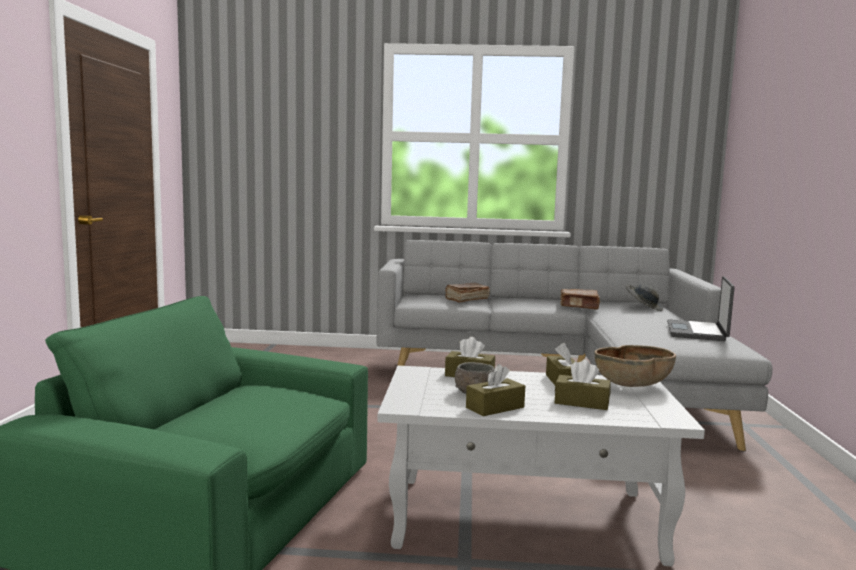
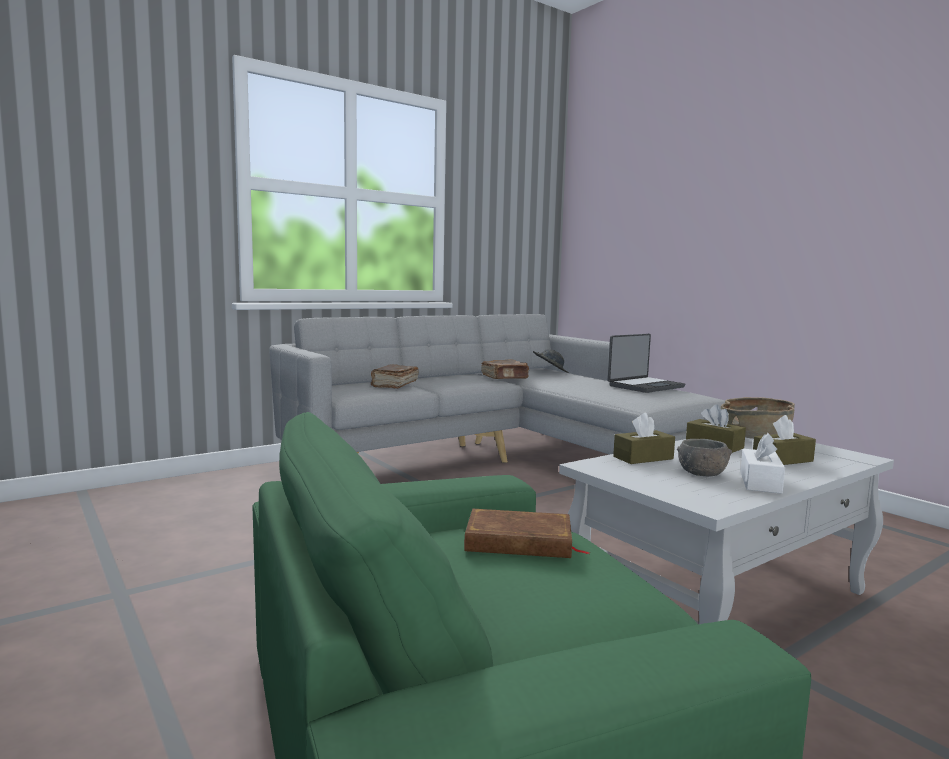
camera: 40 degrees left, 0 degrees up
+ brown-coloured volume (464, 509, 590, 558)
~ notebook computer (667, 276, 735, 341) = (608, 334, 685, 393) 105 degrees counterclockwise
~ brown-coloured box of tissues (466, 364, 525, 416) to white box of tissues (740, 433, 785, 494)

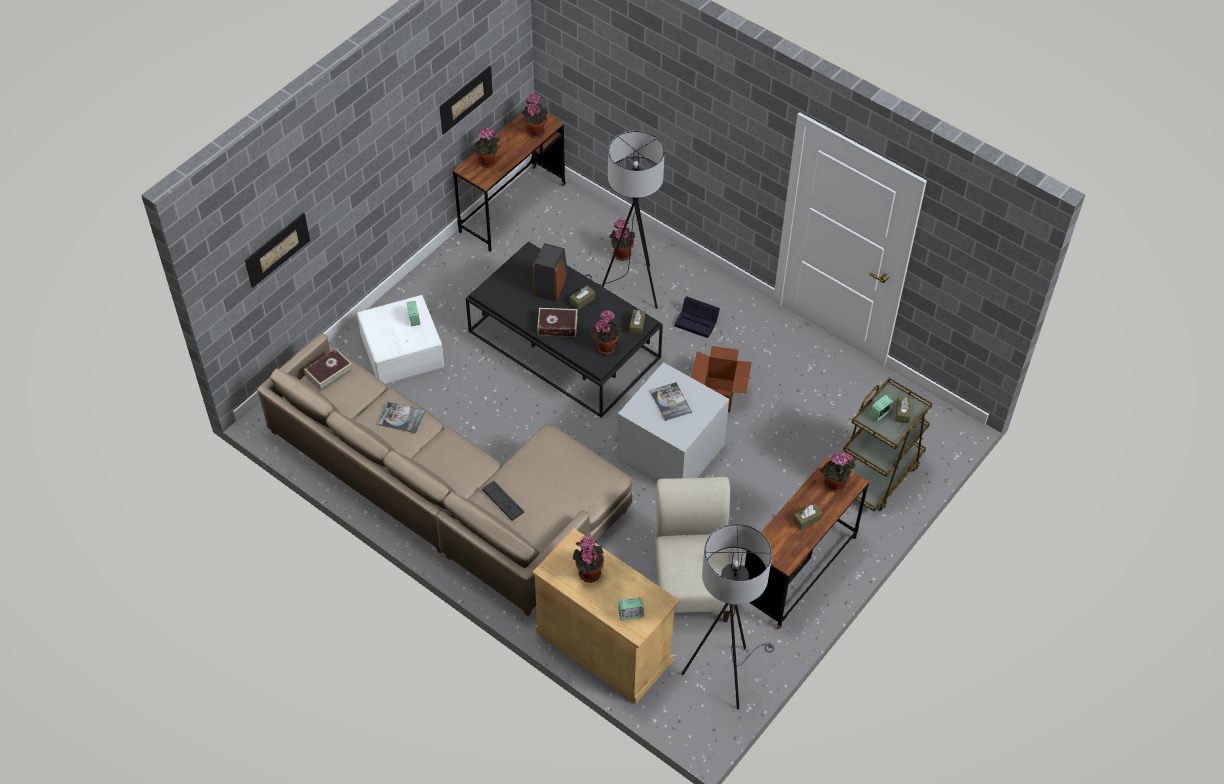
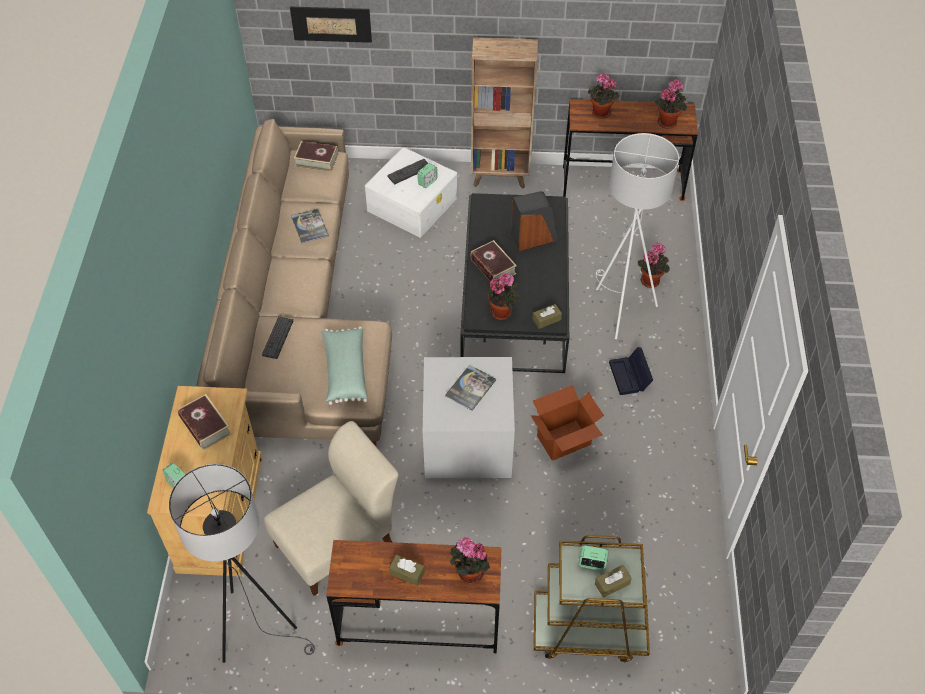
camera: 55 degrees right, 0 degrees up
~ potted plant (573, 535, 604, 583) to volume (177, 394, 232, 450)
+ green-coloured throw pillow (321, 327, 368, 405)
+ PC keyboard (387, 159, 428, 184)
+ brown-coloured shelving unit (471, 37, 538, 189)
~ black standing lamp (585, 131, 665, 309) to white standing lamp (596, 133, 679, 339)
- wall art (439, 66, 493, 135)
- brown-coloured box of tissues (570, 285, 595, 310)

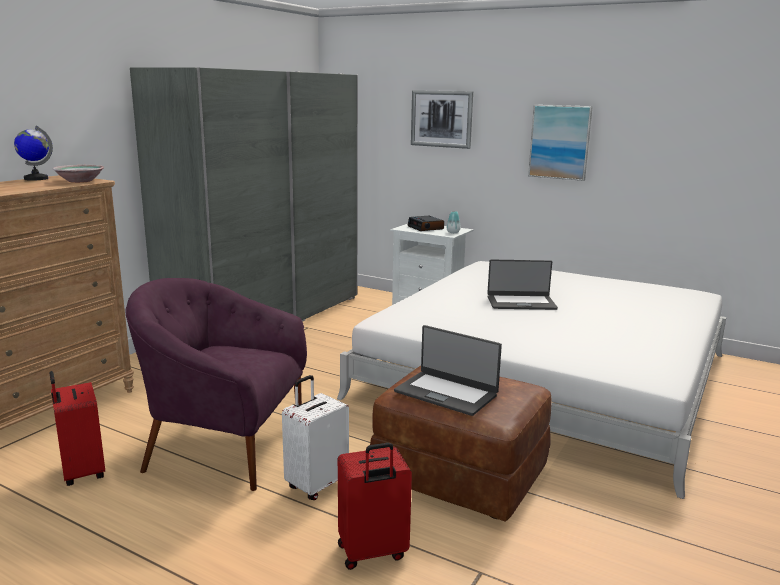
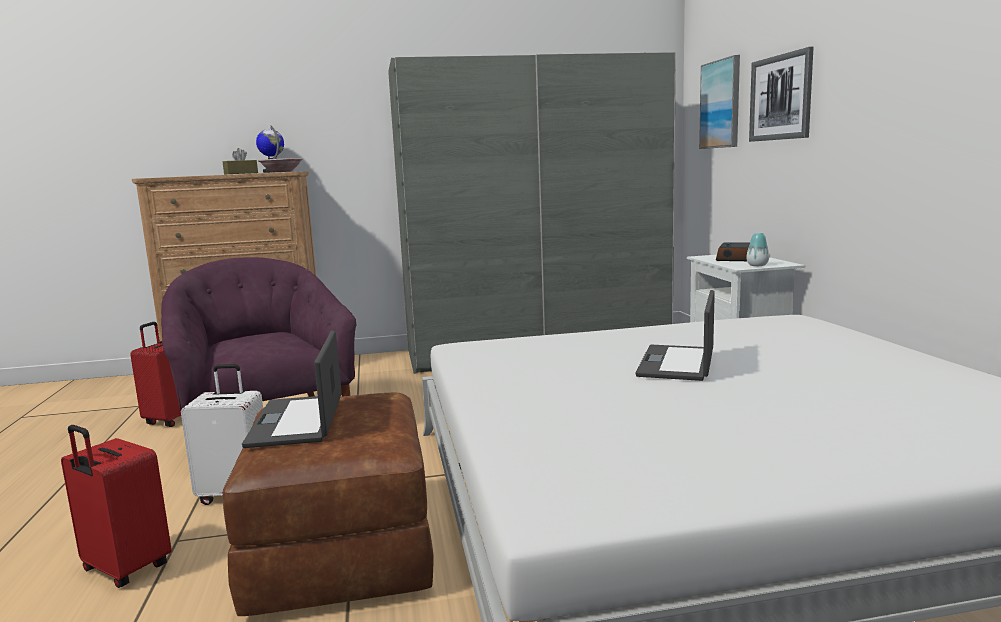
camera: 50 degrees right, 5 degrees down
+ brown-coloured box of tissues (223, 148, 258, 174)
~ notebook computer (487, 260, 558, 310) = (636, 290, 715, 381) 60 degrees clockwise
~ wall art (528, 105, 593, 181) to (699, 55, 740, 149)

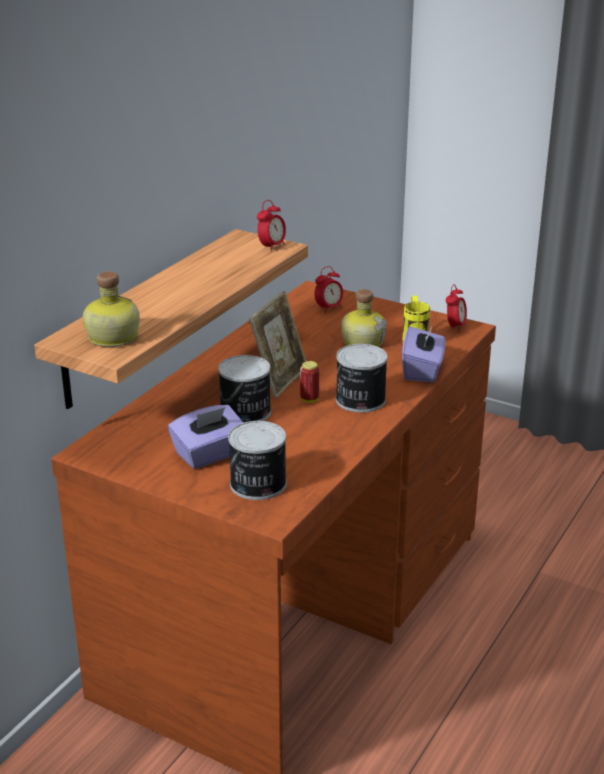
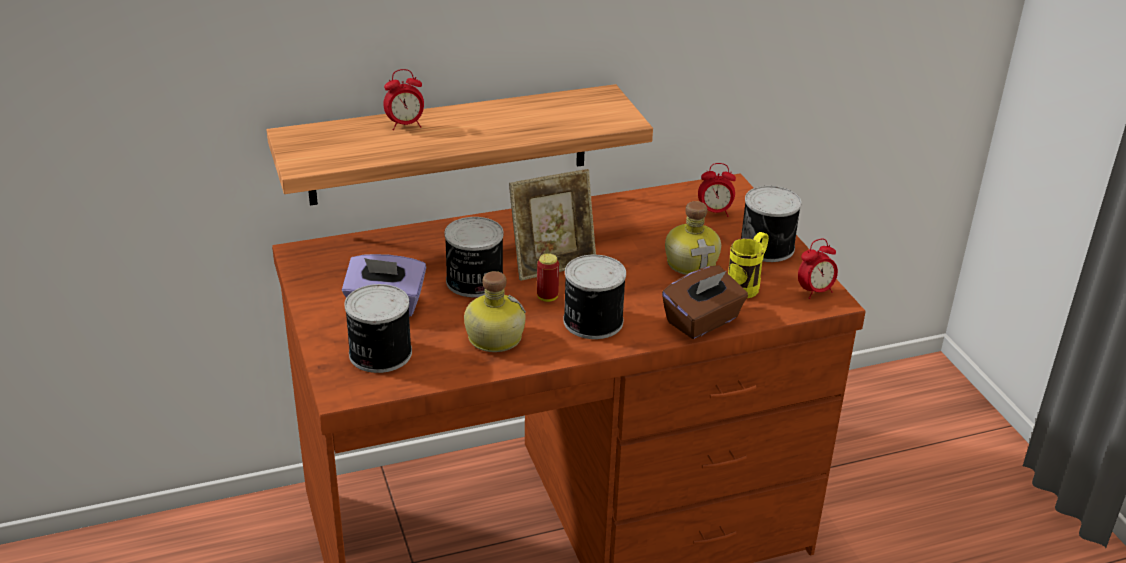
camera: 40 degrees right, 5 degrees up
~ alarm clock (257, 200, 286, 252) to (383, 69, 424, 130)
~ beverage bottle (83, 272, 140, 347) to (464, 271, 526, 352)
~ purplish box of tissues (402, 323, 445, 382) to brown-coloured box of tissues (662, 266, 748, 339)
+ metal can (741, 186, 802, 262)

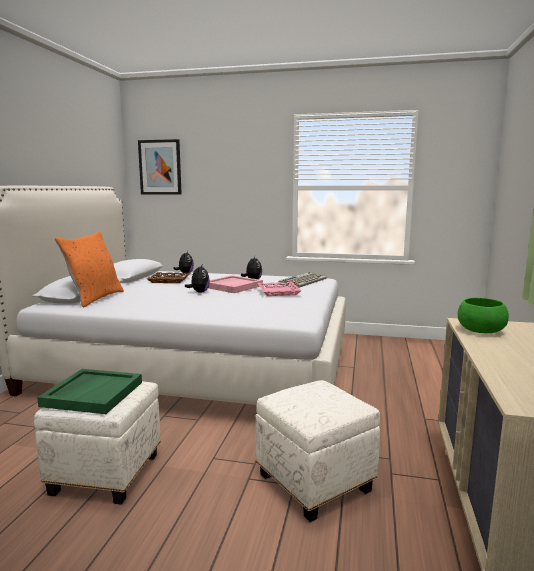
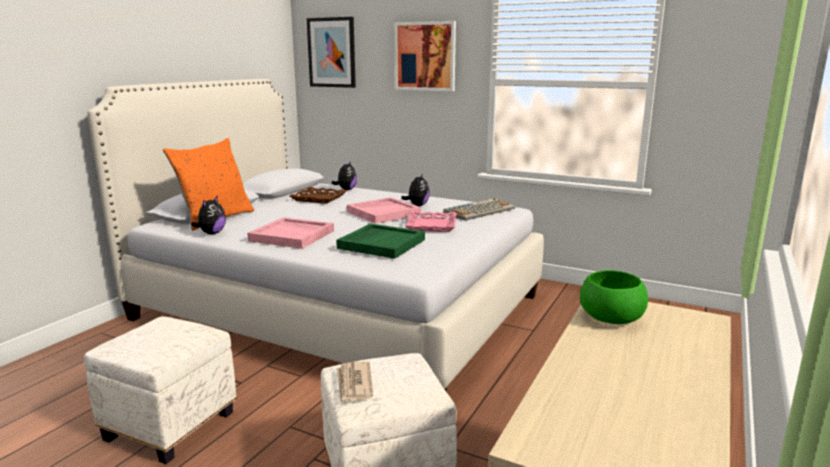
camera: 15 degrees right, 5 degrees up
~ cuddly toy (185, 265, 210, 293) to (191, 196, 226, 234)
+ pink serving tray (247, 217, 334, 249)
~ green-coloured serving tray (37, 369, 142, 414) to (336, 223, 425, 259)
+ printed paper (336, 361, 373, 404)
+ wall art (394, 21, 456, 91)

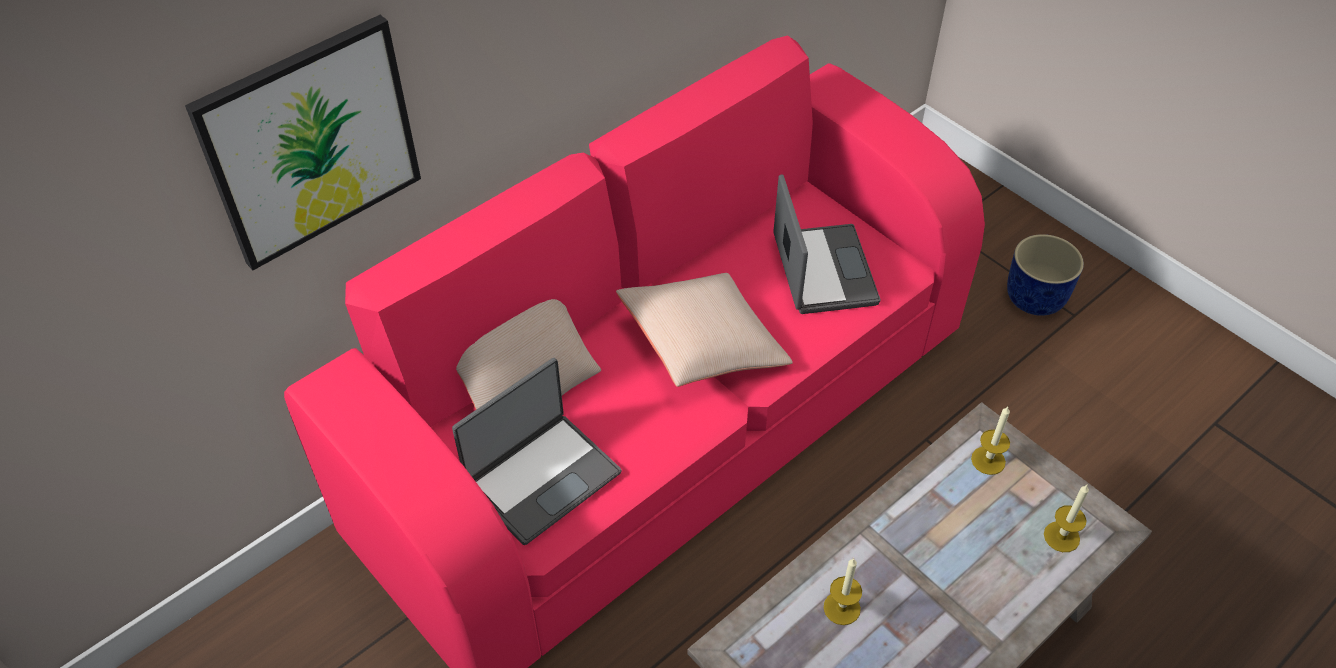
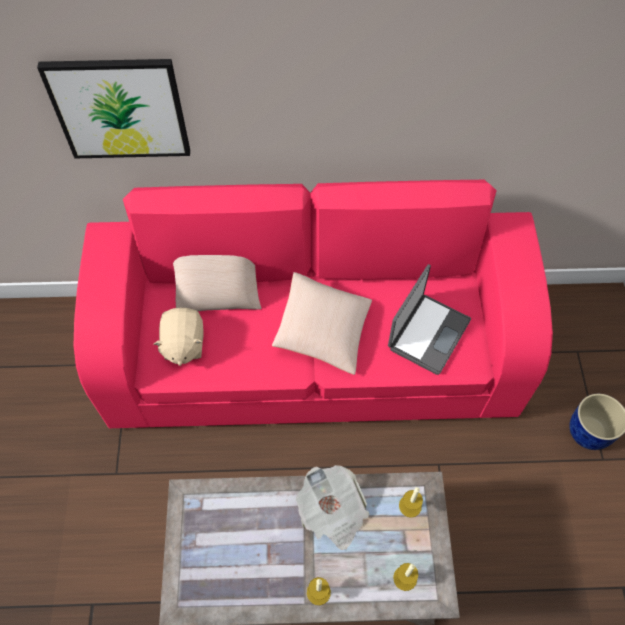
camera: 40 degrees right, 10 degrees up
~ notebook computer (452, 358, 622, 545) to beige cuddly toy (154, 308, 204, 366)
+ printed paper (296, 465, 370, 550)
~ wax candle (824, 558, 862, 625) to (307, 577, 331, 605)

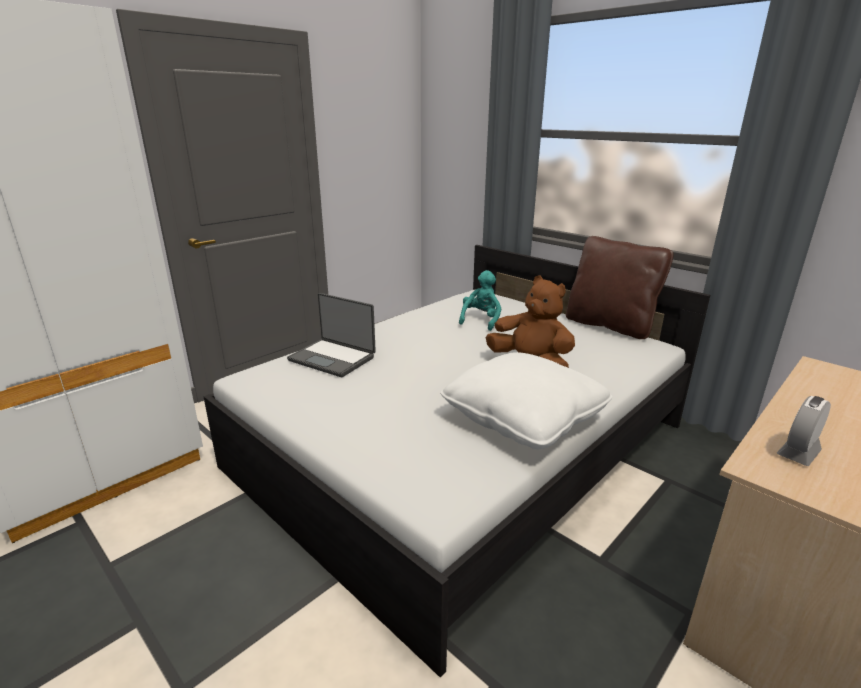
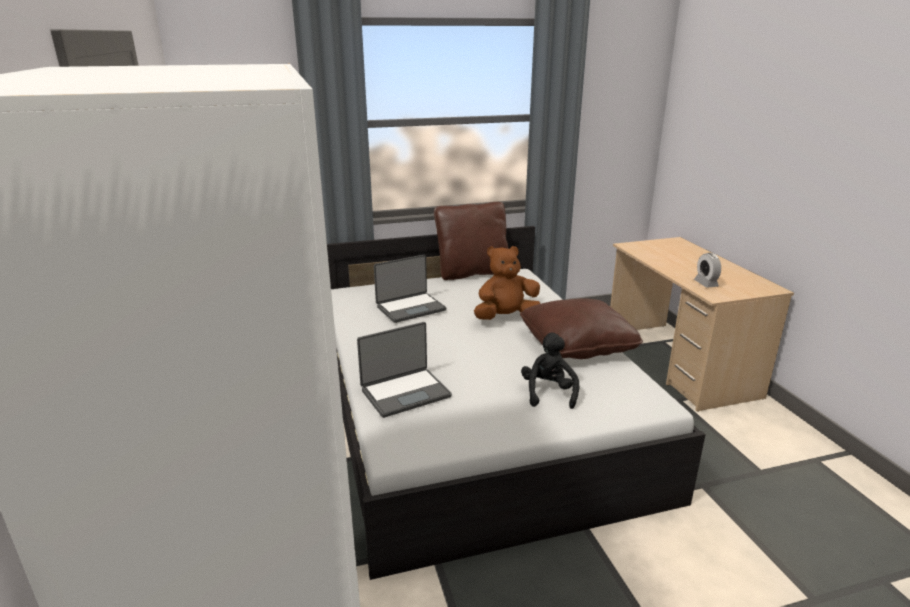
camera: 60 degrees left, 0 degrees up
~ turquoise cuddly toy (459, 270, 502, 331) to notebook computer (374, 255, 446, 323)
~ white throw pillow (440, 352, 613, 449) to brown-coloured throw pillow (520, 298, 643, 359)
+ black cuddly toy (521, 333, 579, 409)

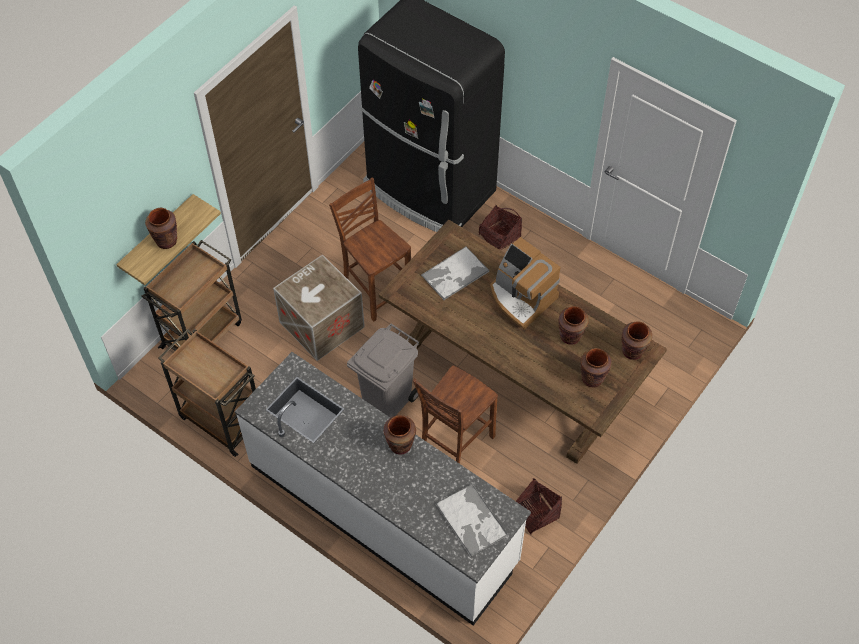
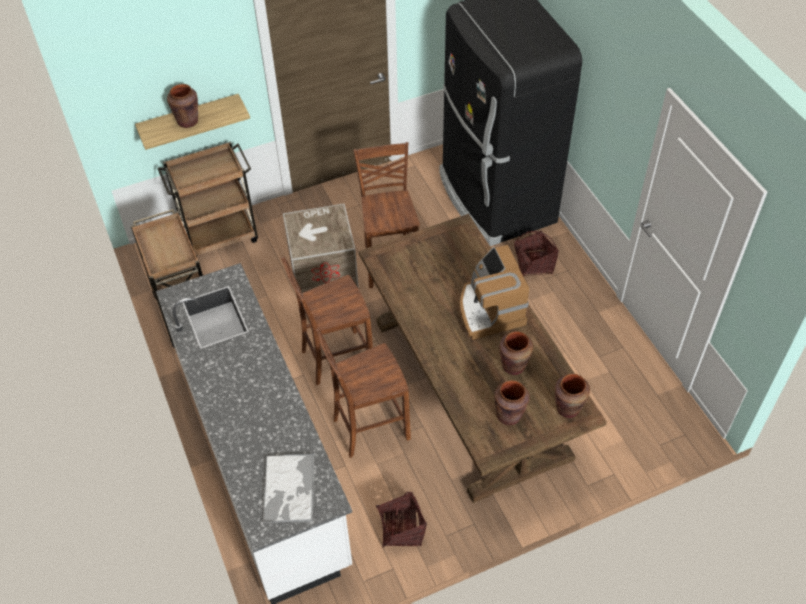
camera: 30 degrees right, 5 degrees down
~ greyish rubbish bin (347, 323, 420, 418) to brown-coloured chair (281, 257, 373, 386)
- brown-coloured flower vase (384, 415, 416, 455)
- serving tray (421, 246, 490, 301)

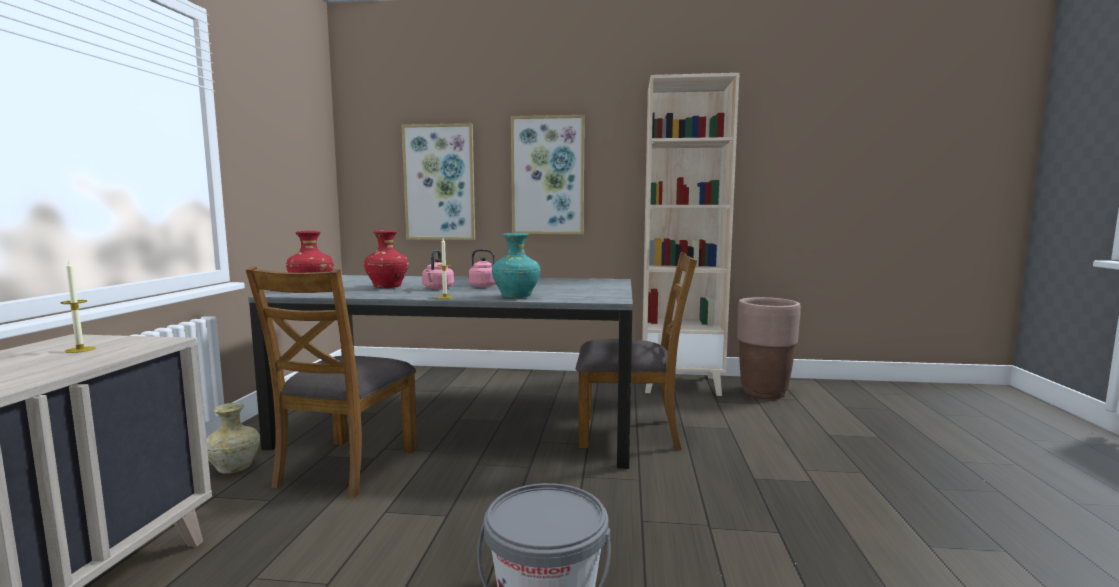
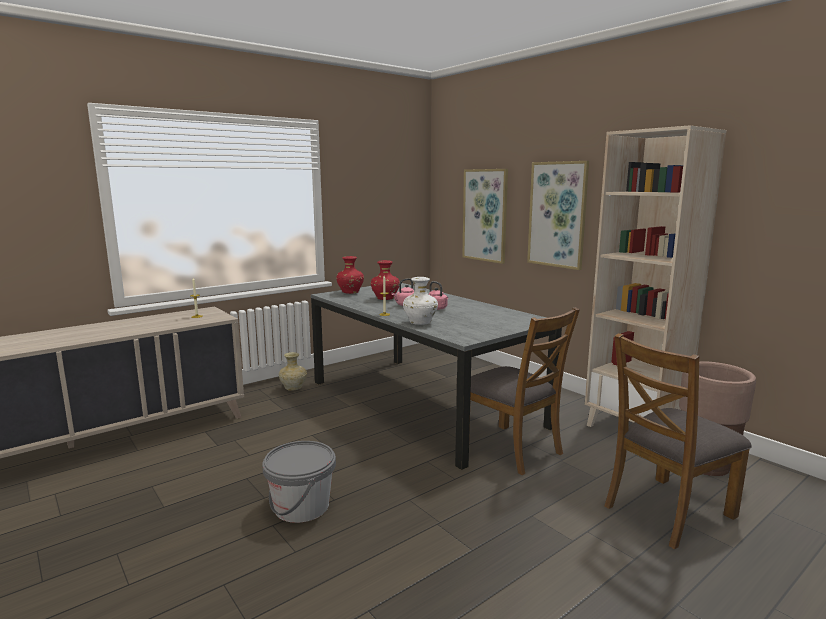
camera: 45 degrees right, 5 degrees up
~ turquoise flower vase (492, 233, 540, 298) to white flower vase (403, 277, 438, 325)
~ brown-coloured chair (246, 267, 418, 499) to (604, 333, 752, 549)

